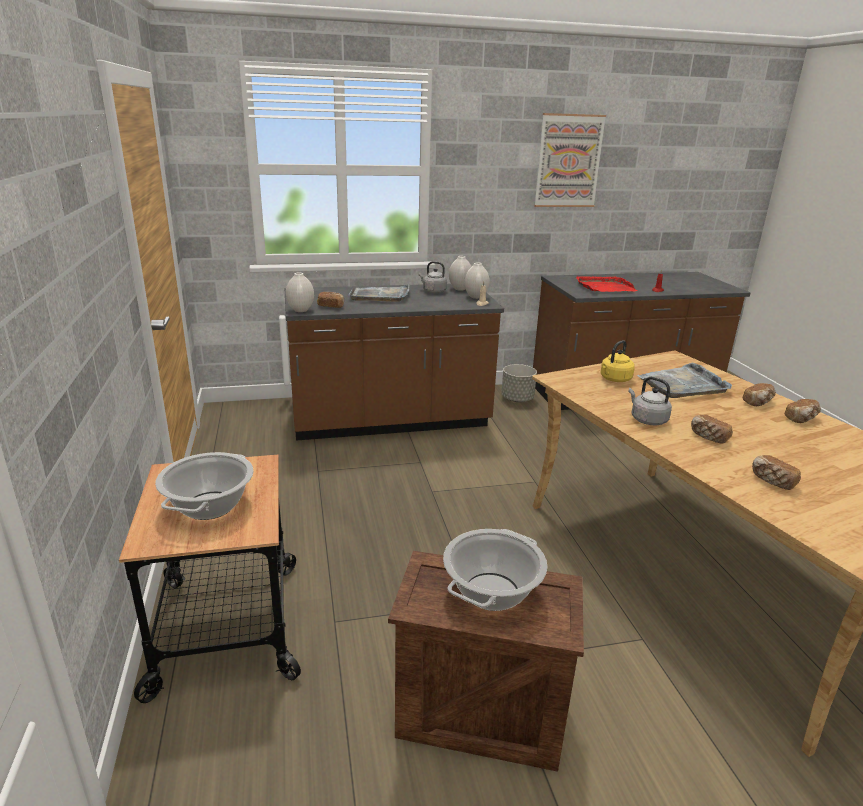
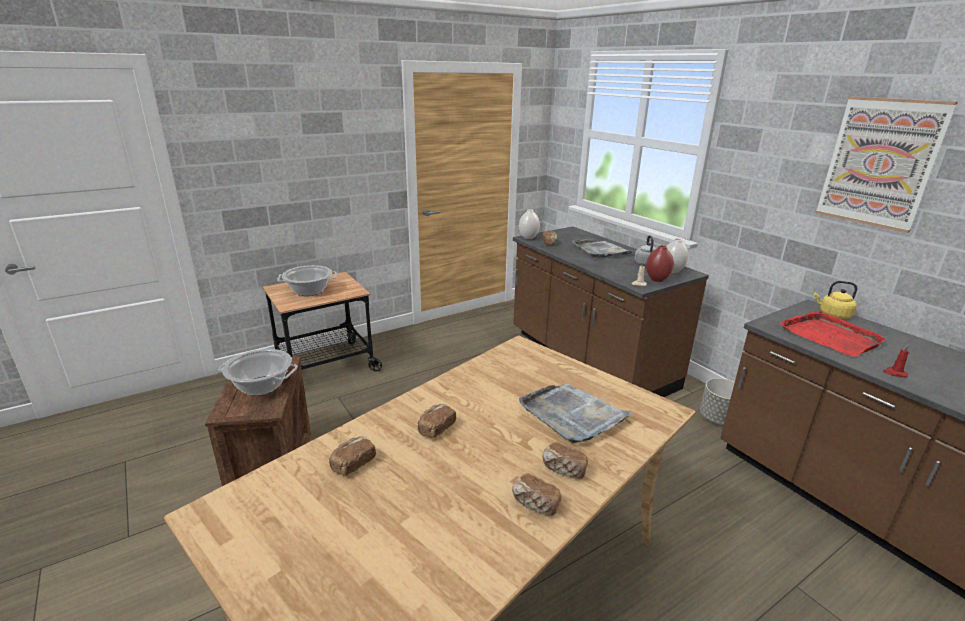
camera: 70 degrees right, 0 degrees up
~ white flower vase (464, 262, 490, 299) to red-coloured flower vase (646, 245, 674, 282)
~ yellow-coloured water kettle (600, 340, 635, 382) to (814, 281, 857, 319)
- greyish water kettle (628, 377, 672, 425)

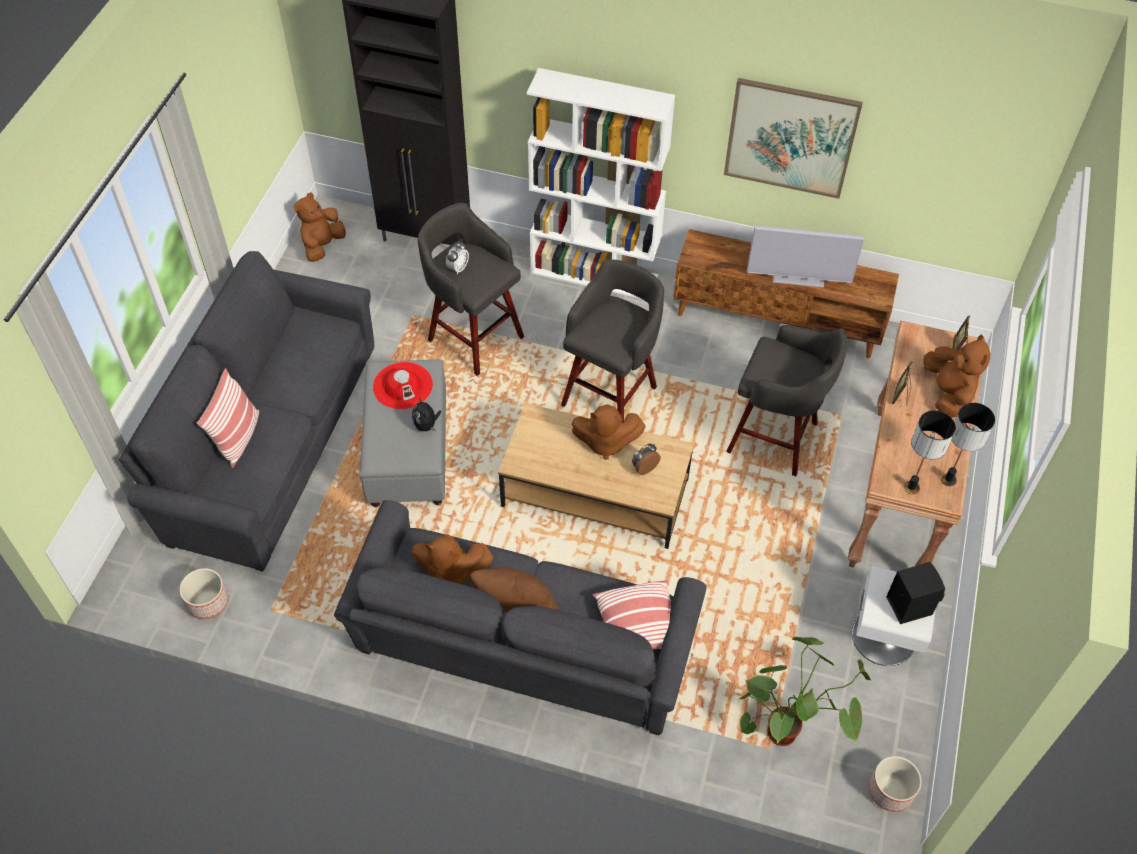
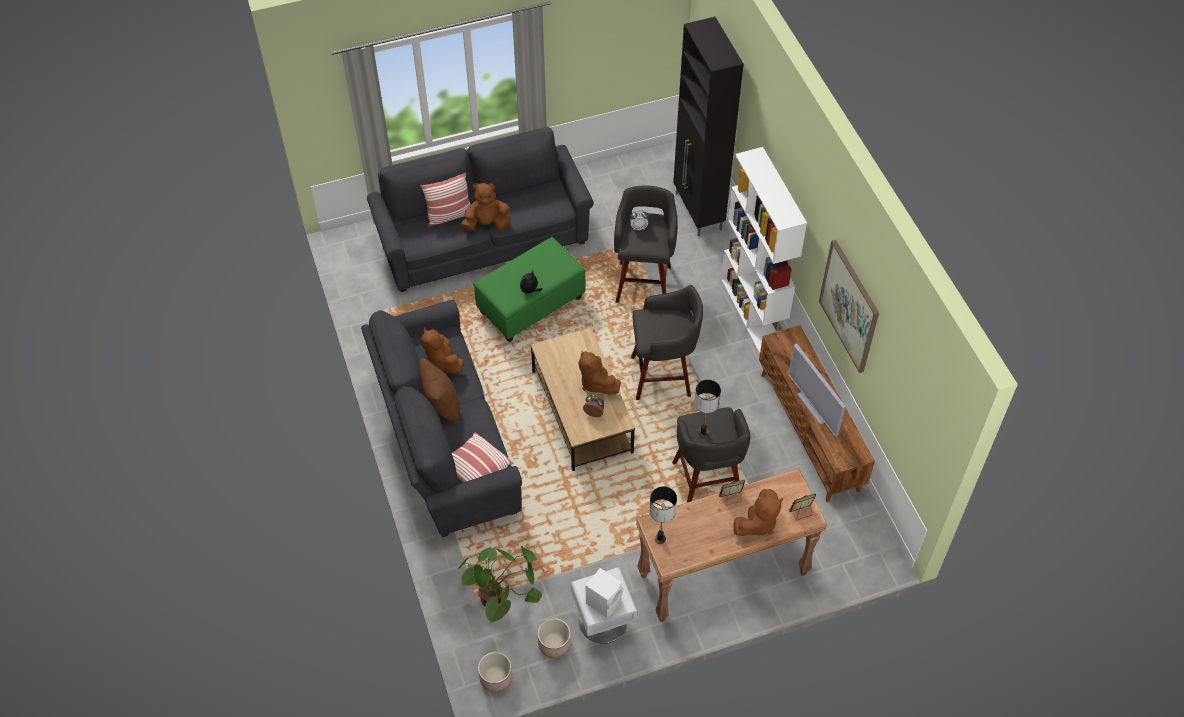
camera: 55 degrees right, 0 degrees up
~ brown-coloured cuddly toy (294, 192, 346, 262) to (461, 183, 511, 231)
~ greyish footrest (359, 359, 446, 507) to green-coloured footrest (473, 237, 586, 342)
~ plant pot (180, 568, 229, 619) to (538, 618, 571, 658)
~ black audio speaker (886, 562, 945, 624) to white audio speaker (586, 568, 623, 618)
~ tabletop lamp (941, 403, 995, 486) to (694, 380, 721, 437)
- red-coloured wearable hat (373, 362, 433, 410)

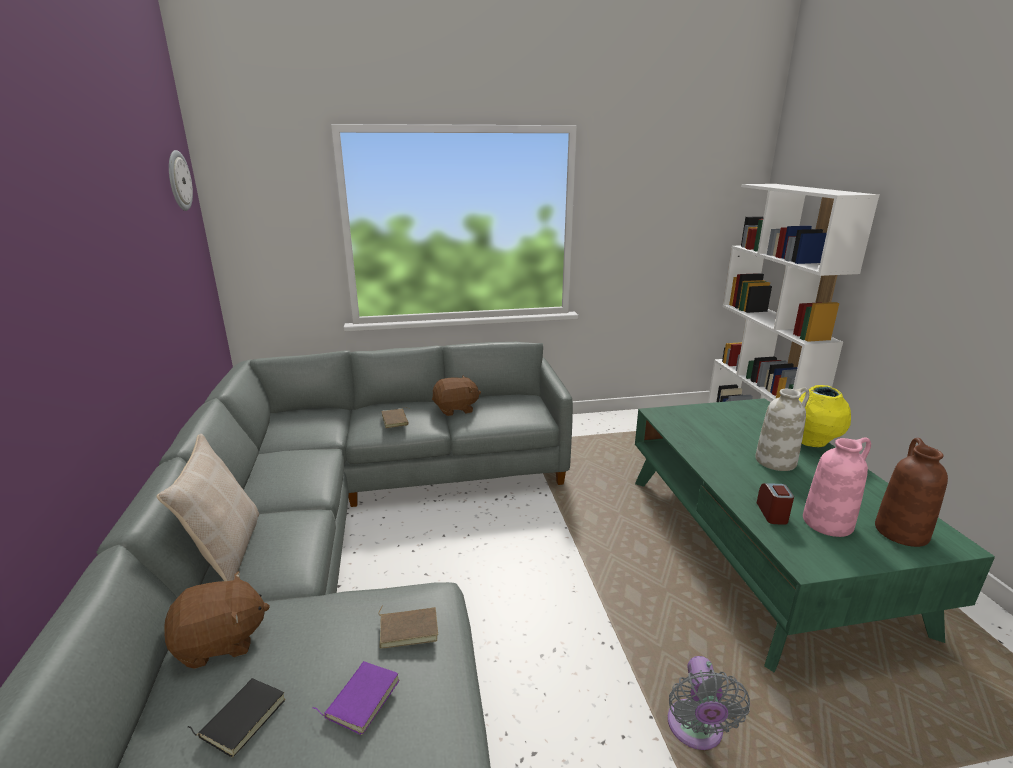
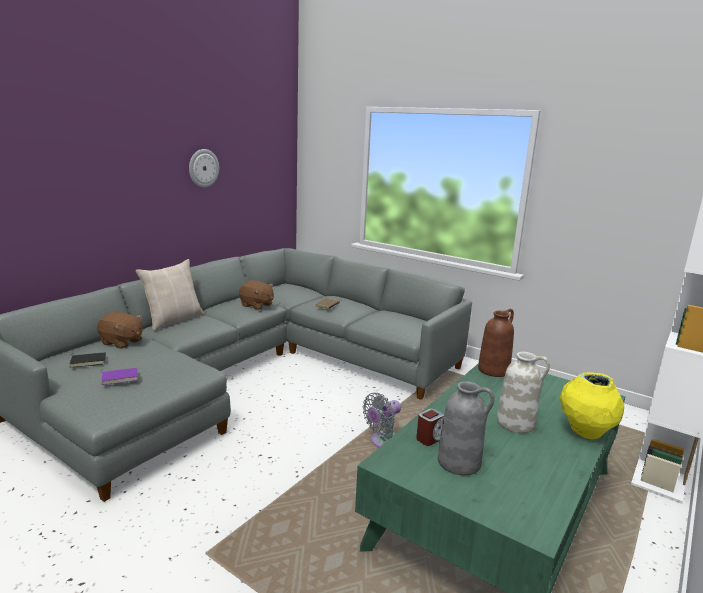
camera: 45 degrees right, 5 degrees down
~ wall clock (169, 150, 193, 211) to (189, 149, 219, 187)
~ brown-coloured cuddly toy (432, 375, 481, 416) to (239, 280, 274, 310)
~ greyish fan (668, 656, 750, 750) to (363, 393, 401, 447)
~ pink flower vase (803, 437, 871, 537) to greyish flower vase (438, 381, 495, 475)
~ brown-coloured flower vase (875, 438, 948, 547) to (478, 309, 514, 377)
- brown-coloured volume (378, 605, 438, 648)

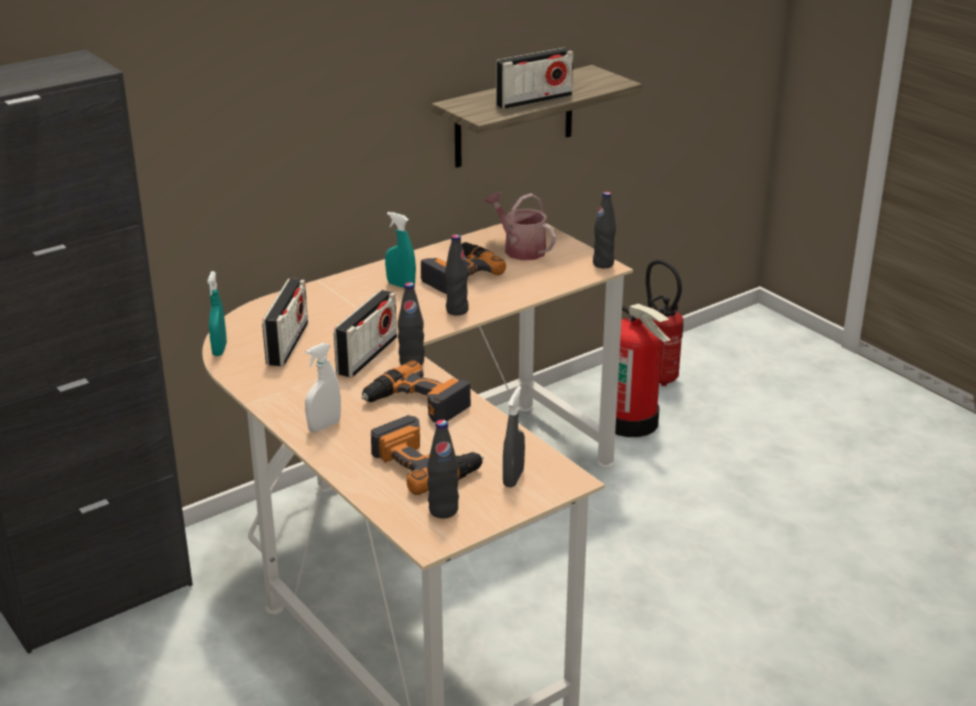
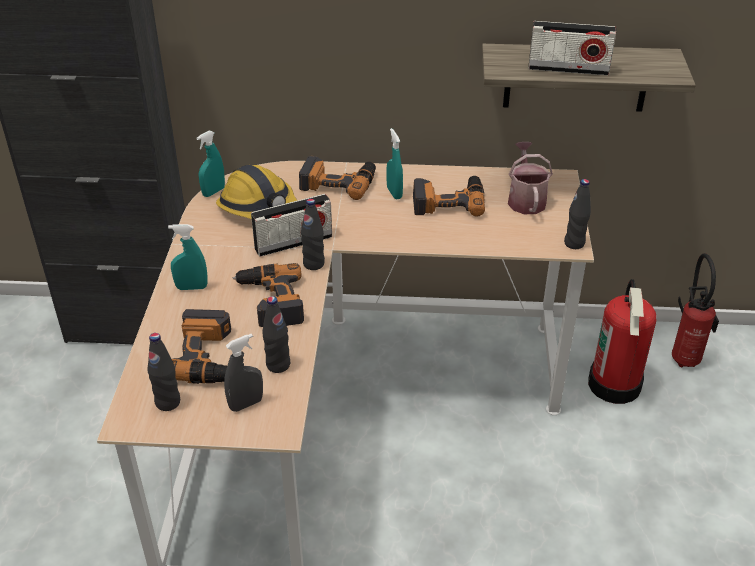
camera: 40 degrees right, 10 degrees up
~ white spray bottle (305, 343, 341, 432) to turquoise spray bottle (168, 224, 208, 290)
~ radio receiver (262, 278, 308, 366) to hard hat (216, 165, 297, 219)
~ black beverage bottle (445, 234, 469, 316) to (262, 296, 290, 373)
+ drill (299, 156, 376, 200)

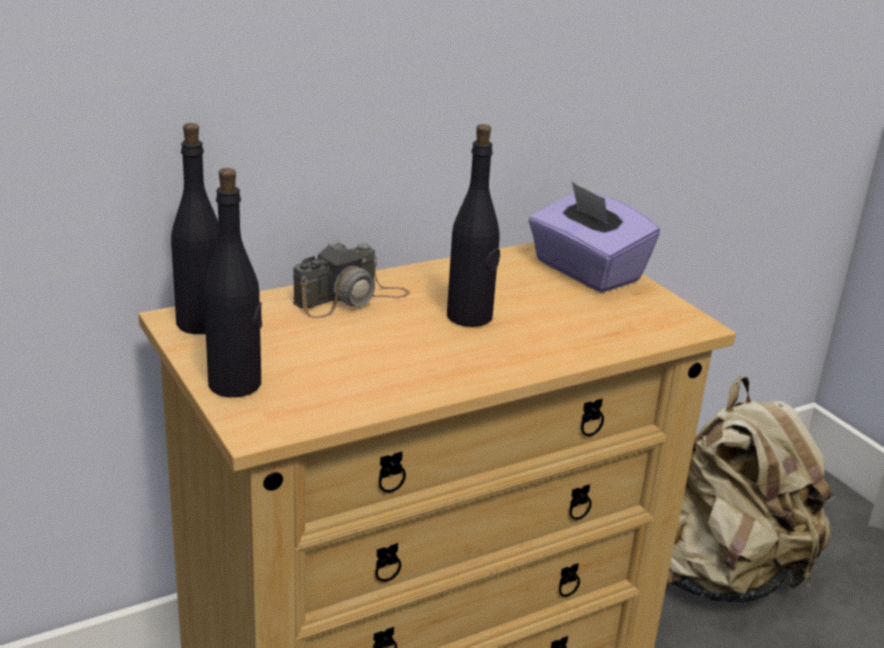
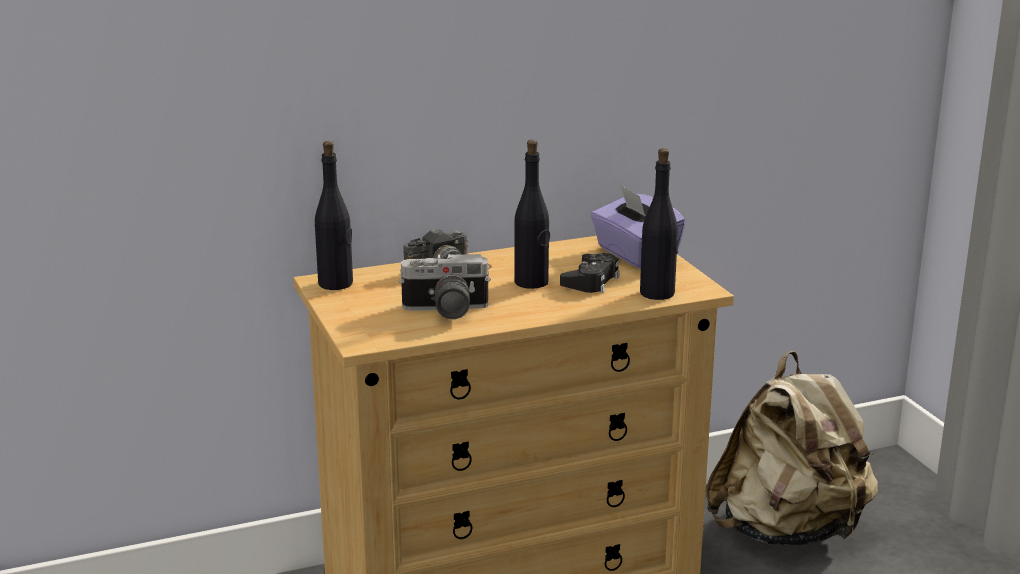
camera: 10 degrees right, 5 degrees down
+ still camera (399, 254, 491, 319)
+ black gamepad (560, 253, 620, 293)
~ black beverage bottle (204, 168, 262, 397) to (640, 148, 679, 300)

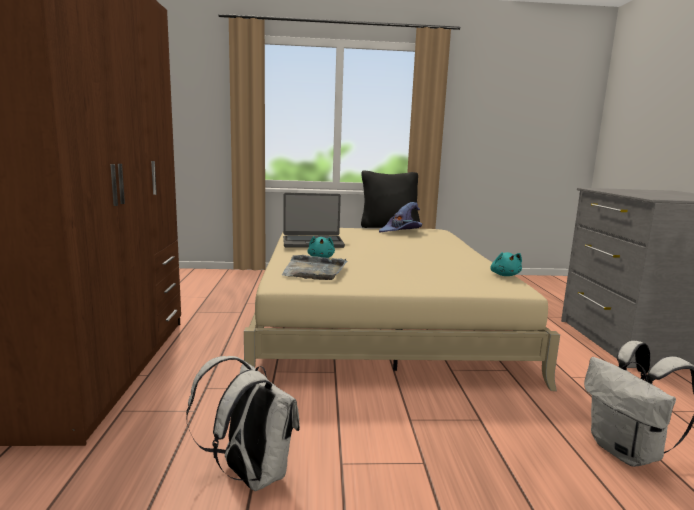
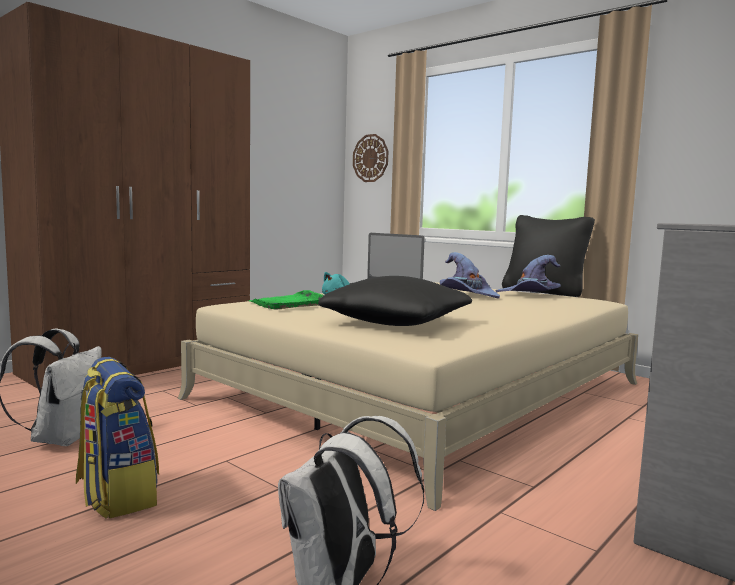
camera: 45 degrees right, 5 degrees down
+ rucksack (76, 357, 159, 519)
~ greyish serving tray (282, 255, 347, 280) to green-coloured serving tray (248, 290, 324, 309)
+ black throw pillow (318, 276, 472, 326)
+ wall clock (353, 134, 388, 182)
+ purplish wearable hat (440, 252, 500, 299)
- turquoise cuddly toy (490, 252, 522, 276)

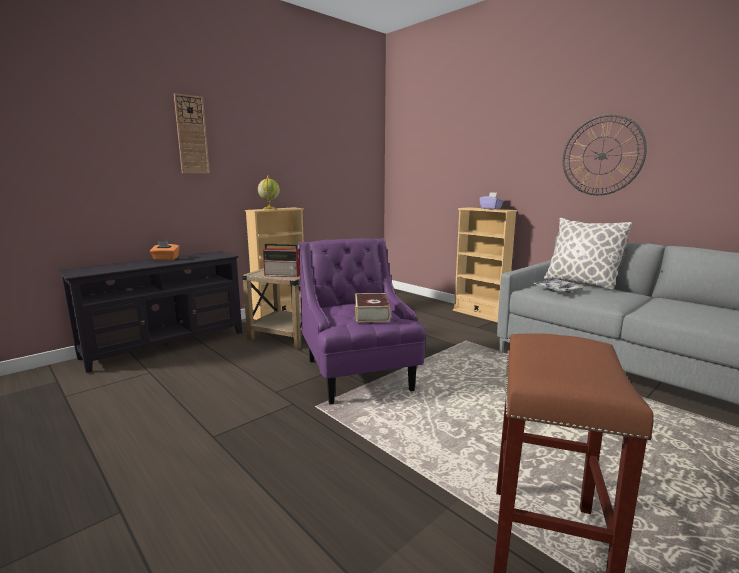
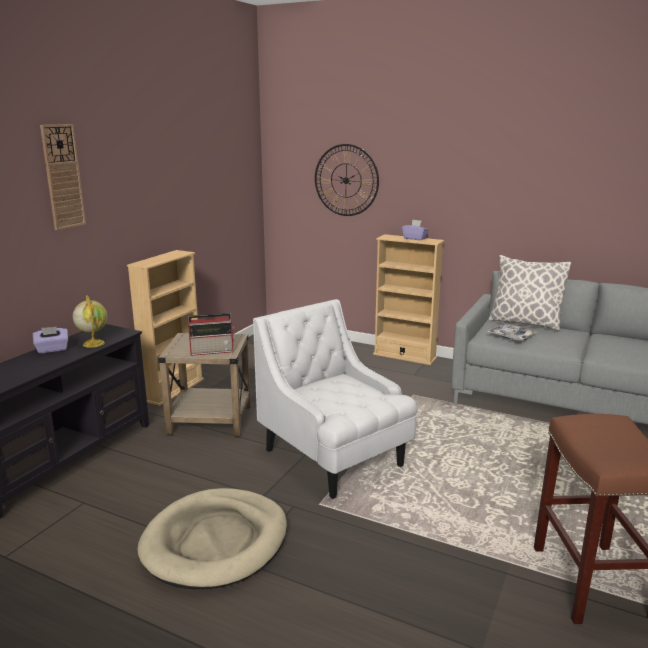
camera: 20 degrees left, 5 degrees up
~ orange-coloured box of tissues (150, 241, 179, 260) to purplish box of tissues (33, 326, 68, 354)
~ globe (258, 176, 280, 209) to (73, 295, 107, 348)
+ beige pet bed (137, 488, 287, 589)
~ purplish lounge chair (298, 238, 426, 404) to white lounge chair (253, 299, 418, 499)
~ wall clock (563, 114, 647, 195) to (315, 144, 379, 216)
- volume (355, 293, 391, 322)

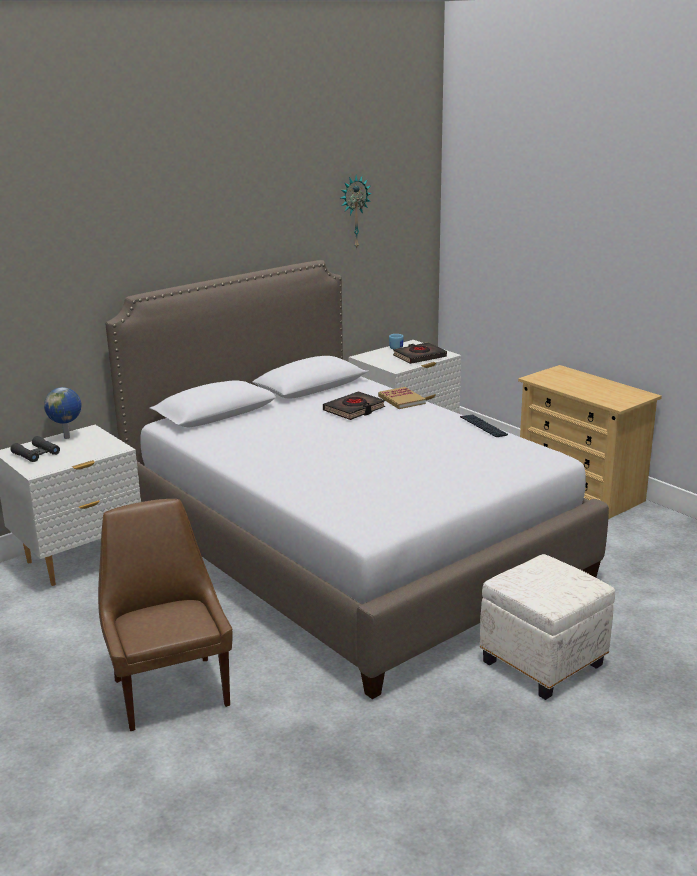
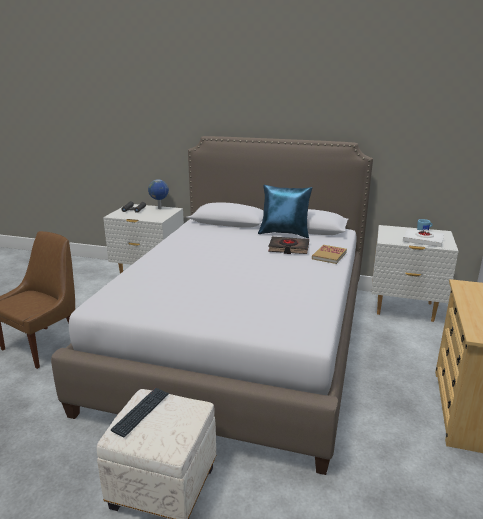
camera: 55 degrees right, 0 degrees up
~ PC keyboard (460, 414, 508, 437) to (111, 388, 169, 437)
+ blue-coloured throw pillow (258, 185, 312, 238)
~ black volume (393, 342, 447, 364) to white volume (403, 229, 444, 247)
- wall clock (341, 175, 372, 248)

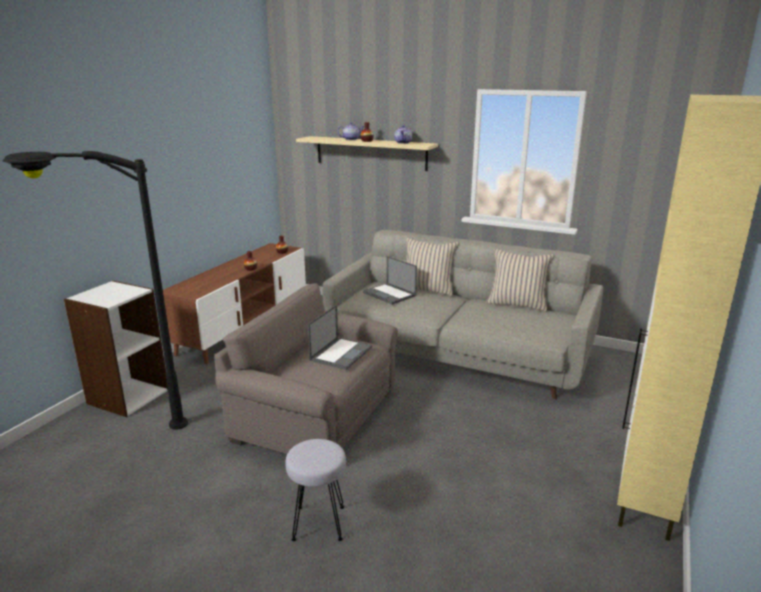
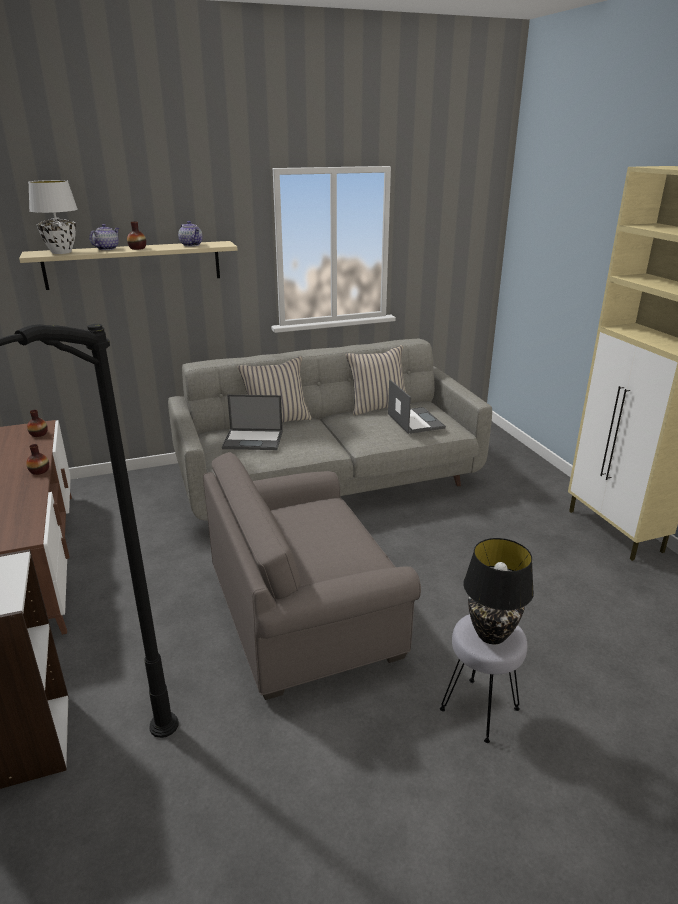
camera: 45 degrees left, 5 degrees up
+ white tabletop lamp (28, 180, 78, 254)
~ notebook computer (308, 305, 372, 370) to (388, 379, 446, 434)
+ black tabletop lamp (463, 538, 534, 644)

